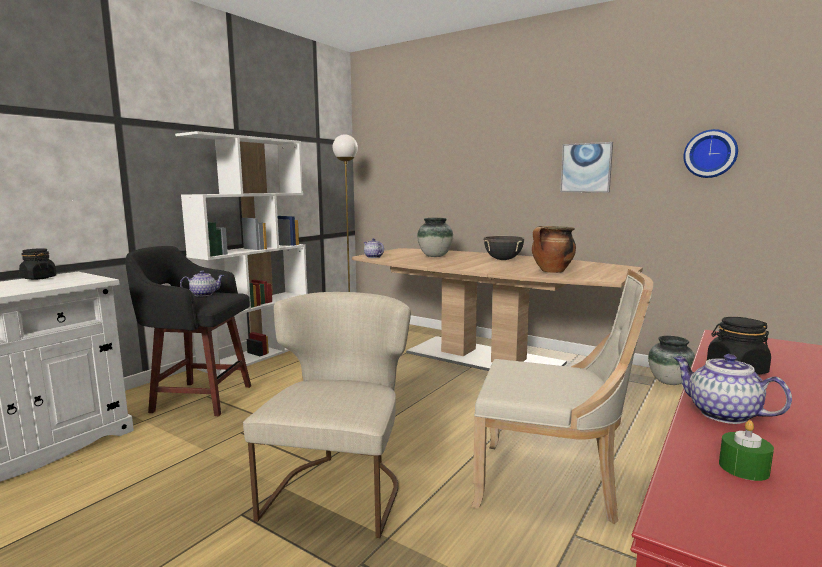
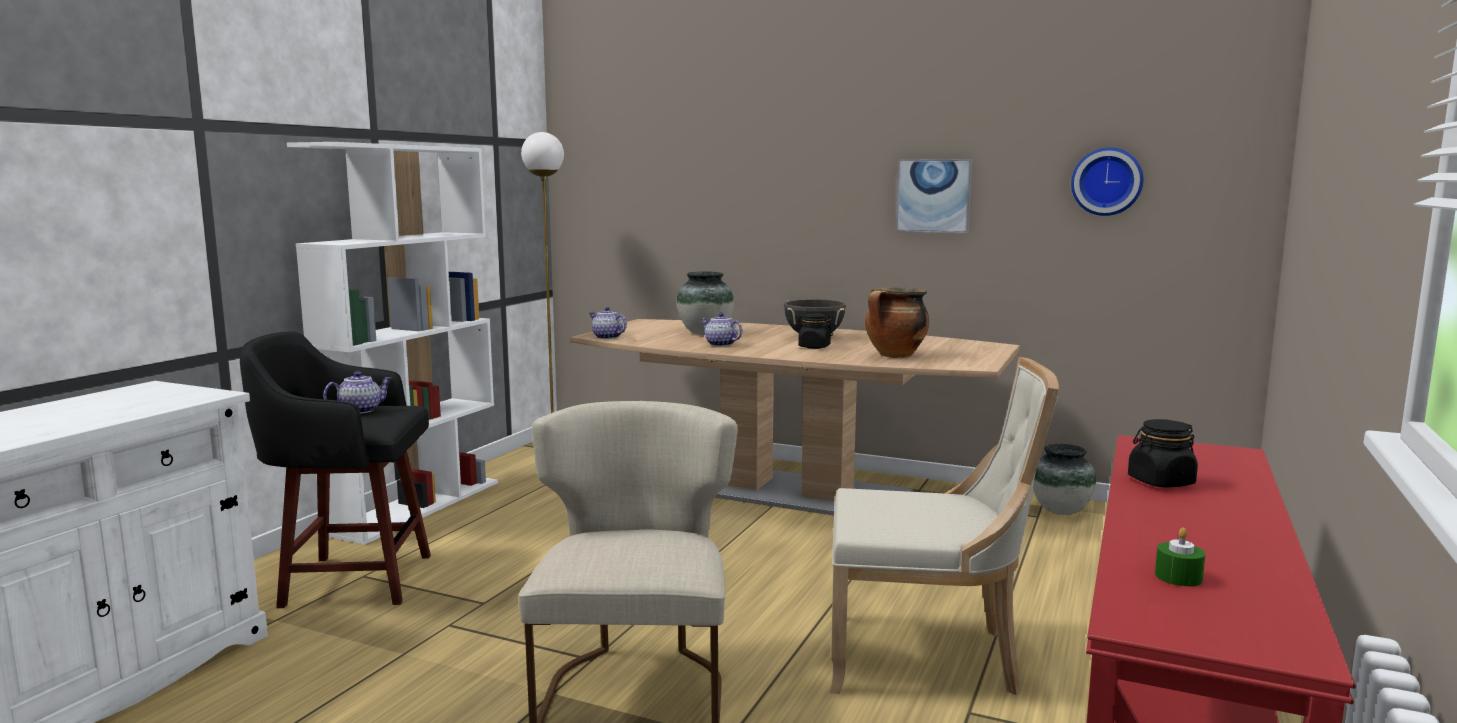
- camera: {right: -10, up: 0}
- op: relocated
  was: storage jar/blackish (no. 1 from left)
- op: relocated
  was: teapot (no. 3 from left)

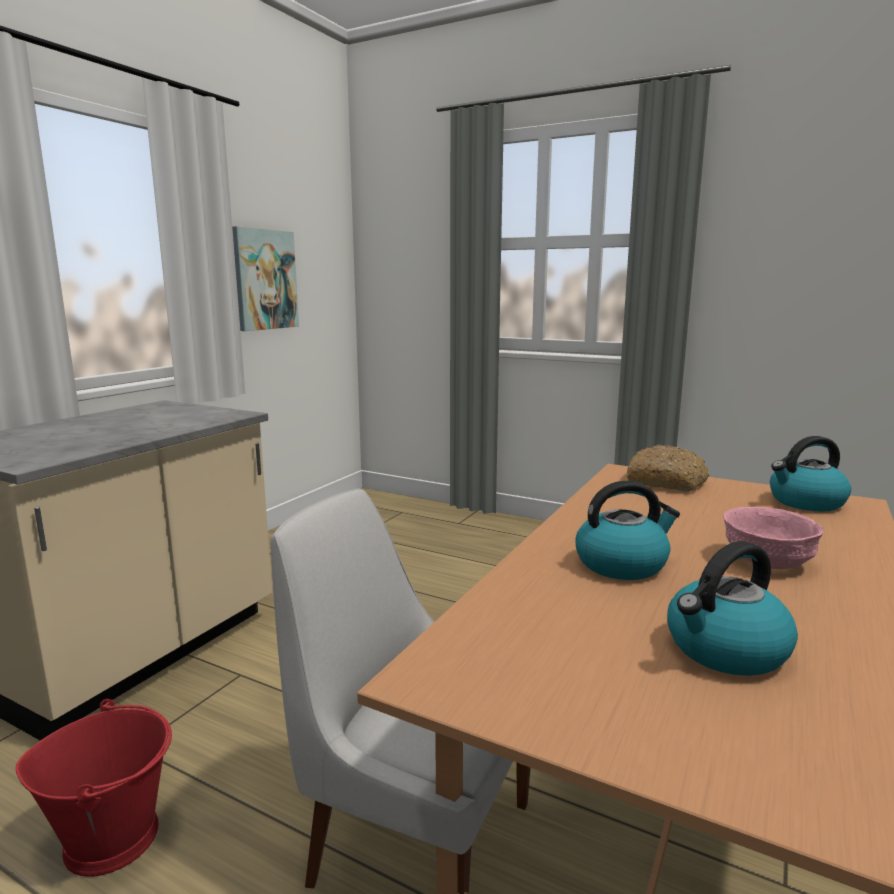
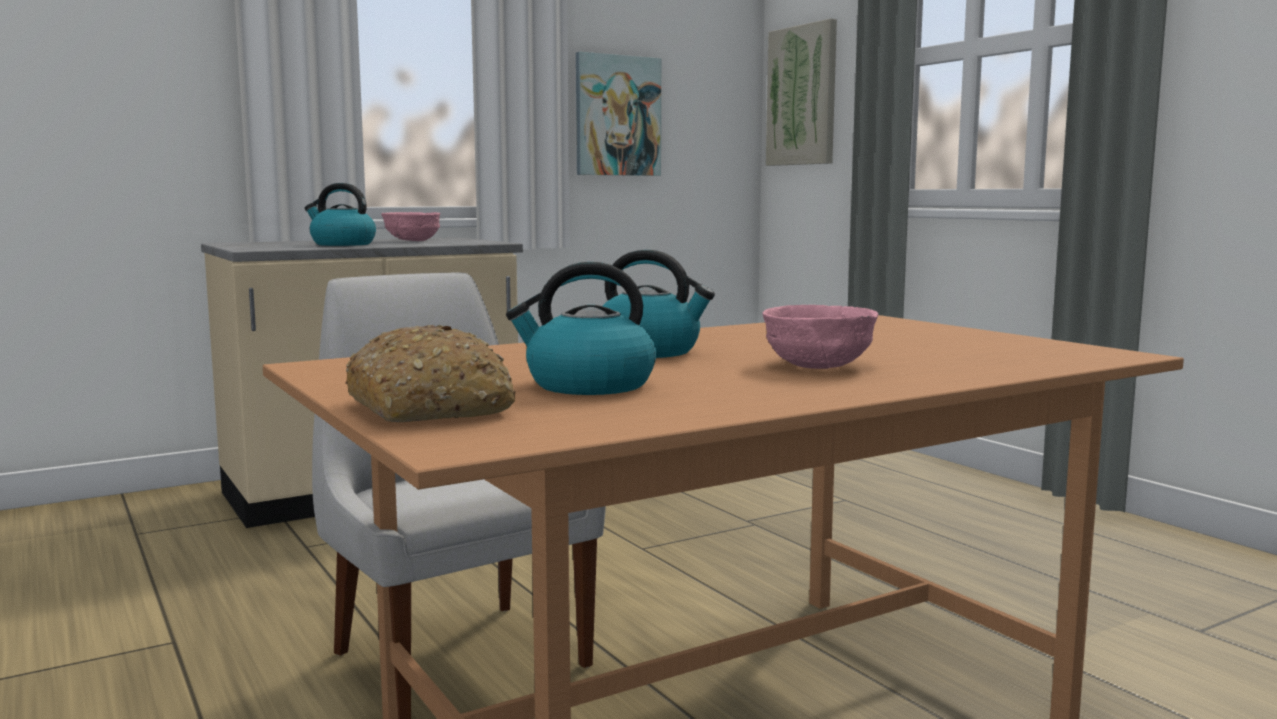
- camera: {right: 30, up: -5}
- op: relocated
  was: tea kettle (no. 3 from left in the first image)
  now: tea kettle (no. 1 from left)
- op: relocated
  was: bread
- op: missing
  was: bucket/reddish
- op: appeared
  now: picture (no. 2 from left)
- op: appeared
  now: bowl/pink (no. 1 from left)

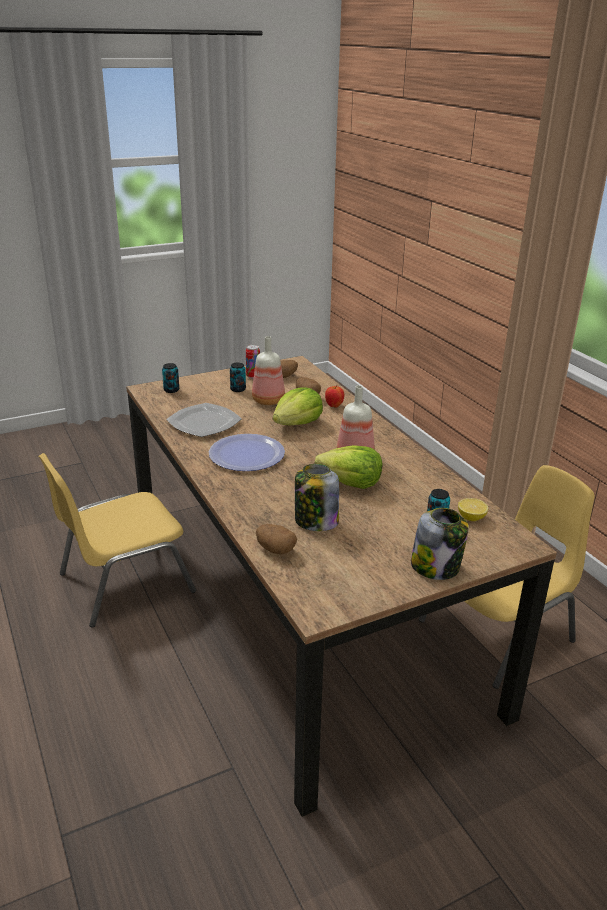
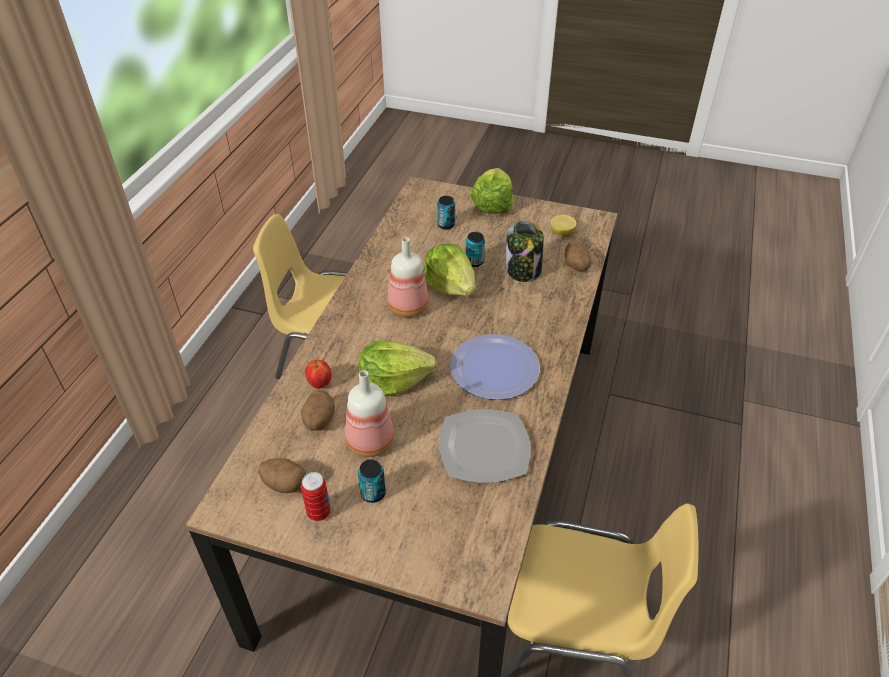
- camera: {right: -135, up: 15}
- op: relocated
  was: can (no. 1 from left in the first image)
  now: can (no. 4 from left)
- op: relocated
  was: lemon
- op: exchanged
  was: storage jar (no. 2 from left)
  now: head of lettuce (no. 3 from left)

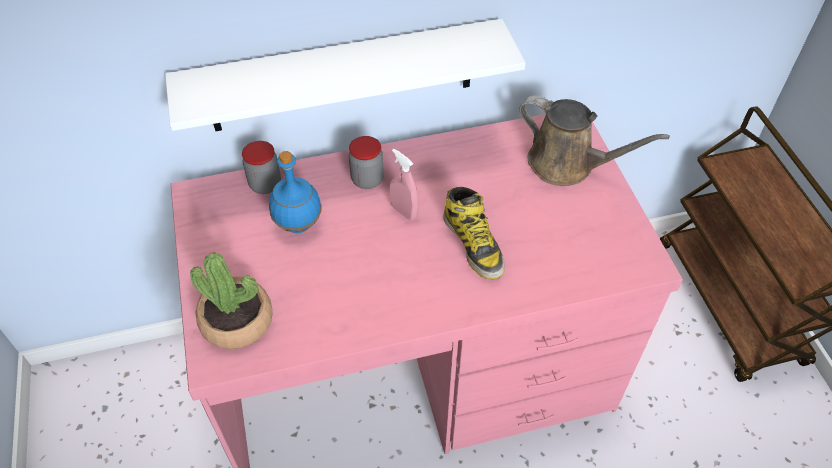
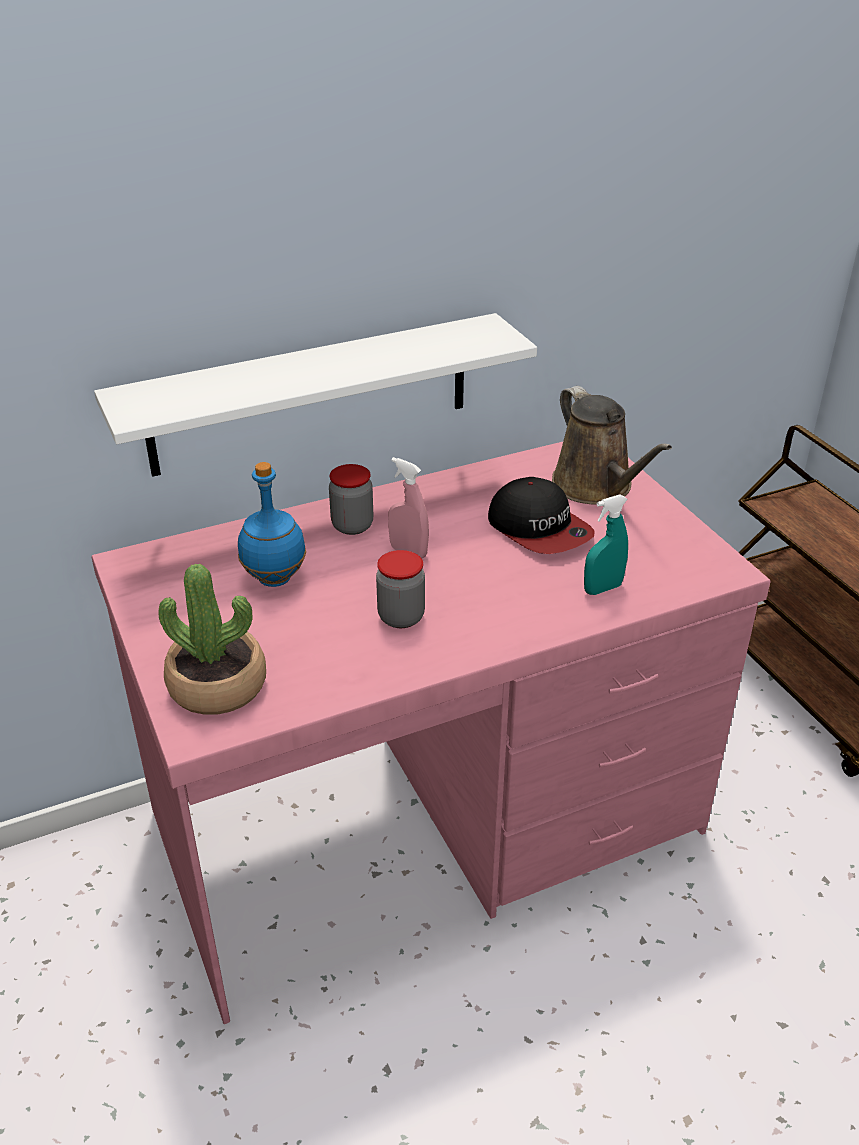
- camera: {right: -10, up: -15}
- op: spun
  was: sprinkling can/brown-coloured
  clockwise: 45
- op: relocated
  was: storage jar (no. 1 from left in the first image)
  now: storage jar (no. 2 from left)
- op: missing
  was: high-top boot
- op: appeared
  now: peaked cap
- op: appeared
  now: hand sprayer/blue-green

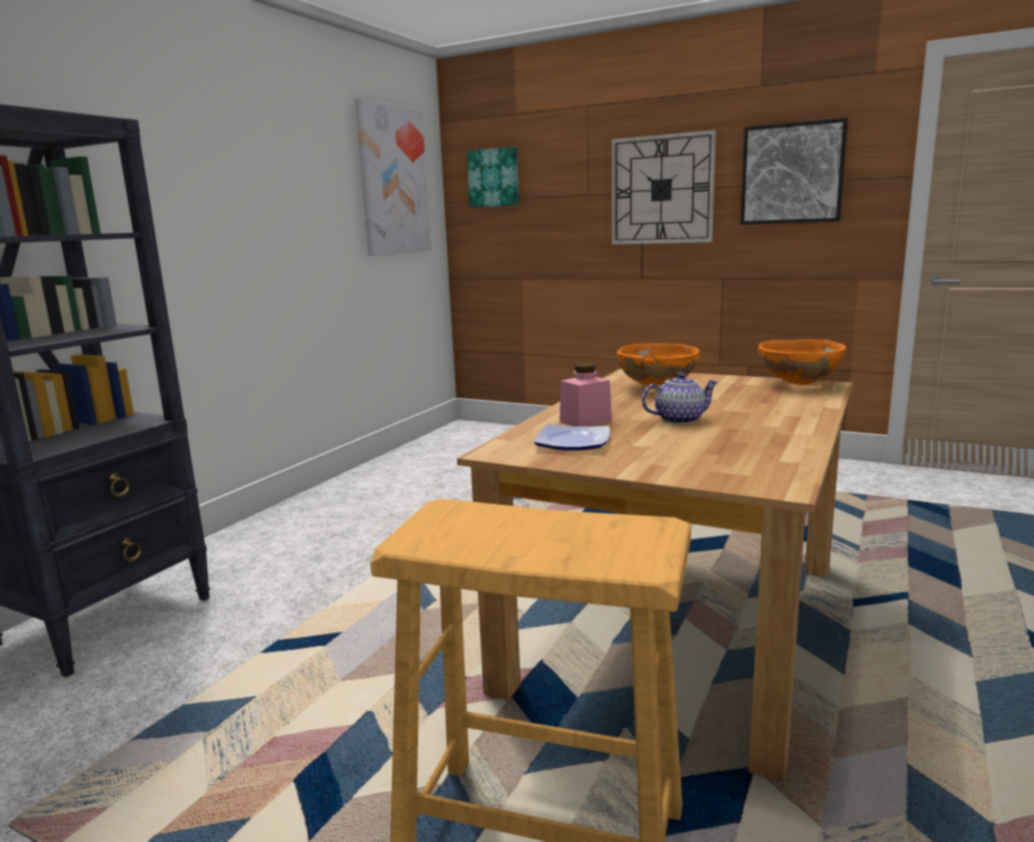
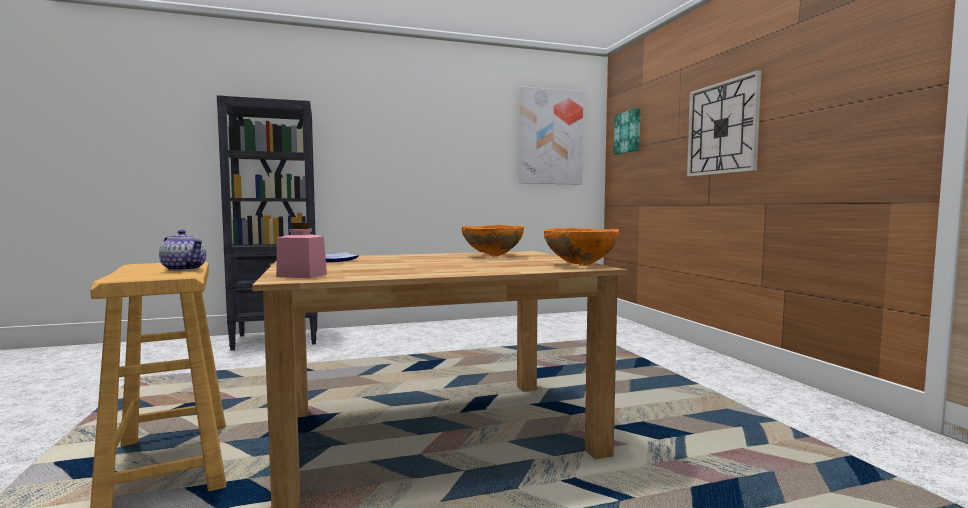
- camera: {right: 45, up: -10}
- op: missing
  was: picture (no. 3 from left)
- op: relocated
  was: storage jar/pink
- op: relocated
  was: teapot

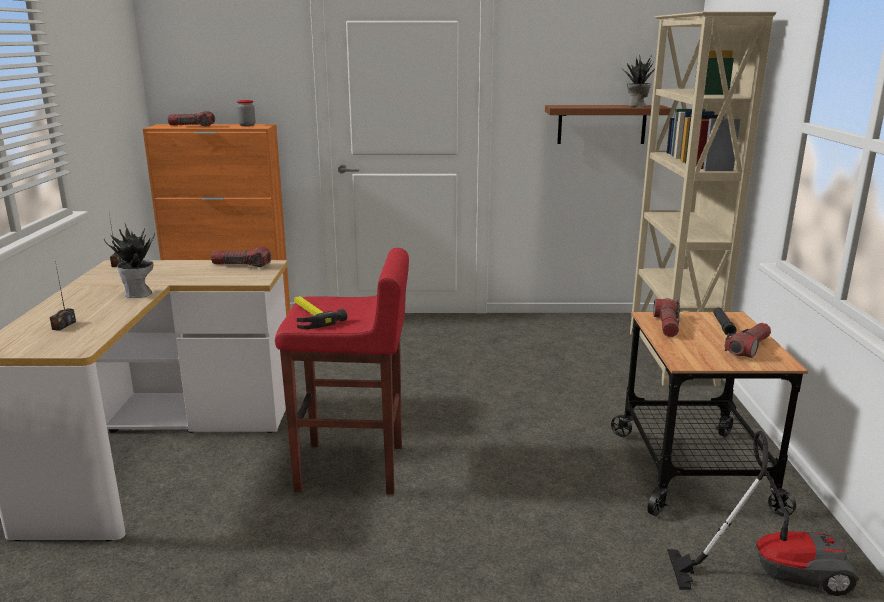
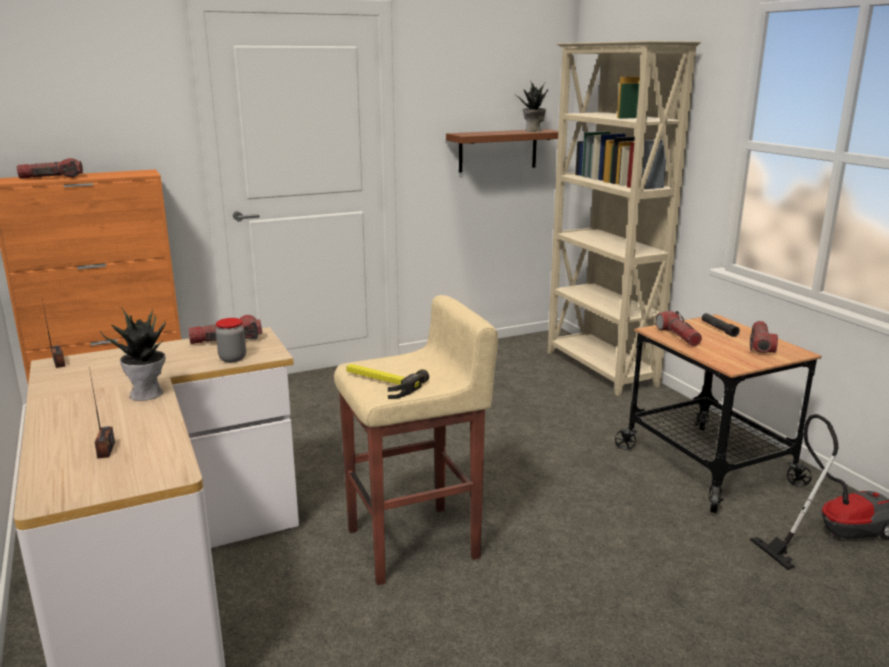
- camera: {right: -25, up: 0}
- op: relocated
  was: storage jar
- op: colour
  was: sitting stool/reddish
  now: sitting stool/beige

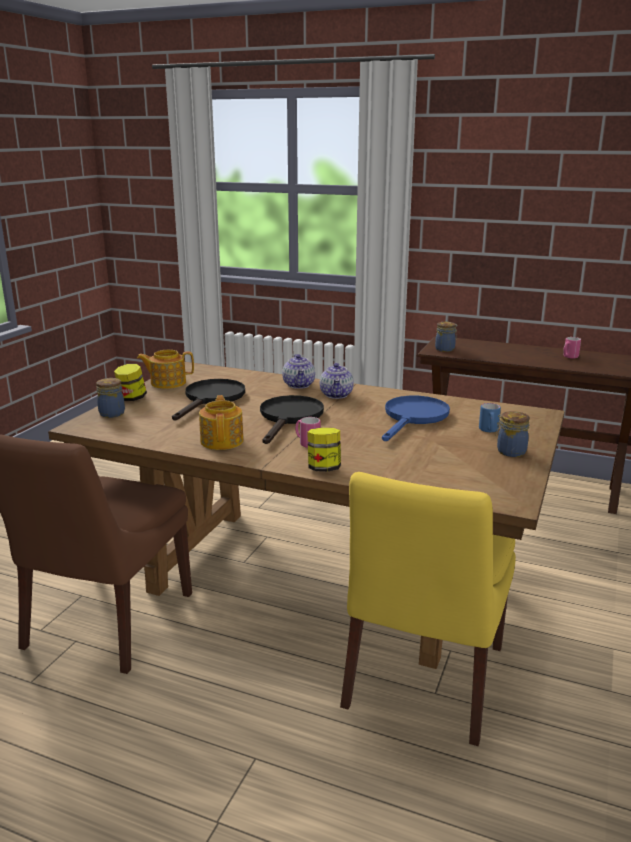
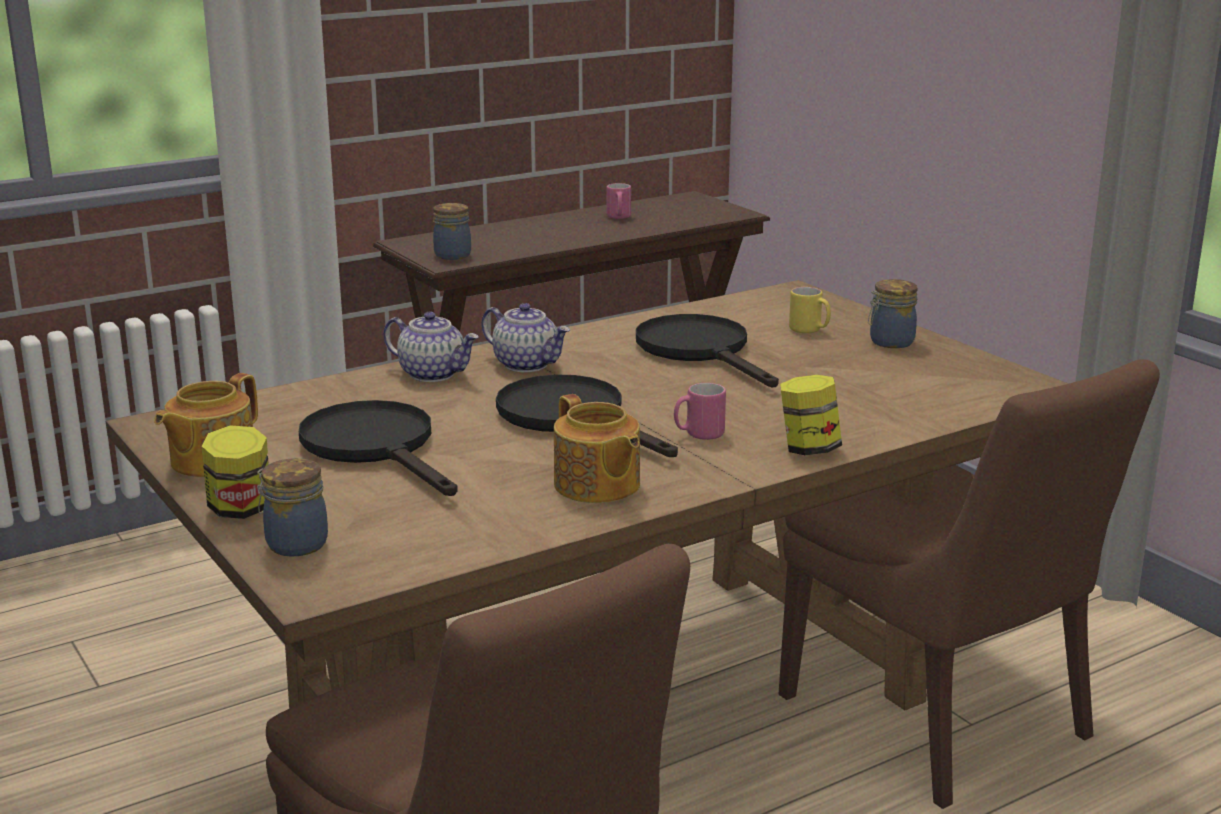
- camera: {right: -55, up: 0}
- op: spun
  was: teapot (no. 2 from left in the first image)
  clockwise: -150
- op: colour
  was: frying pan/bluish
  now: frying pan/blackish (no. 3 from left)
- op: colour
  was: mug/bluish
  now: mug/yellow
- op: colour
  was: chair/yellow
  now: chair/brown-coloured (no. 2 from left)

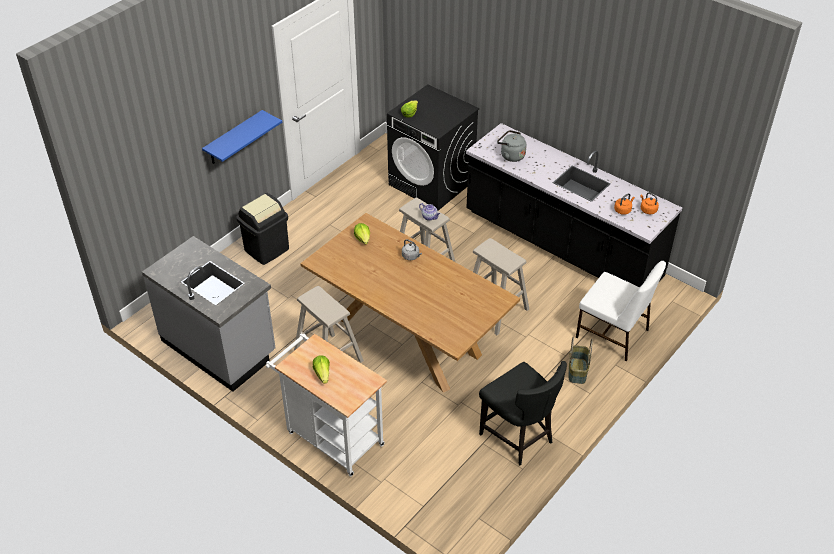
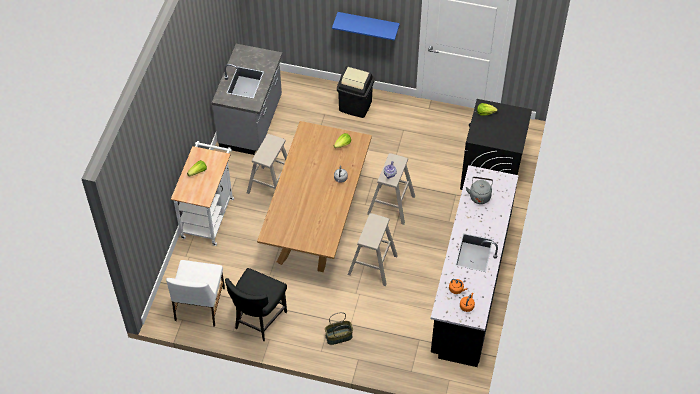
- camera: {right: 65, up: 10}
- op: relocated
  was: chair/white-coloured

